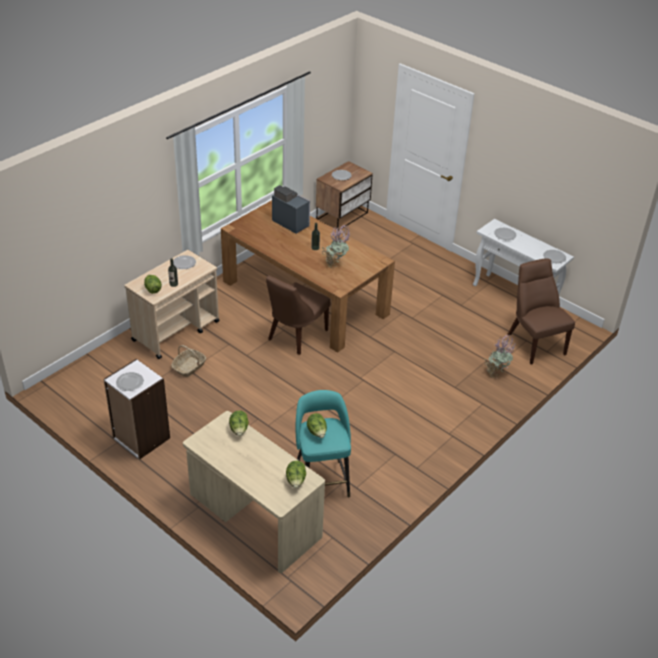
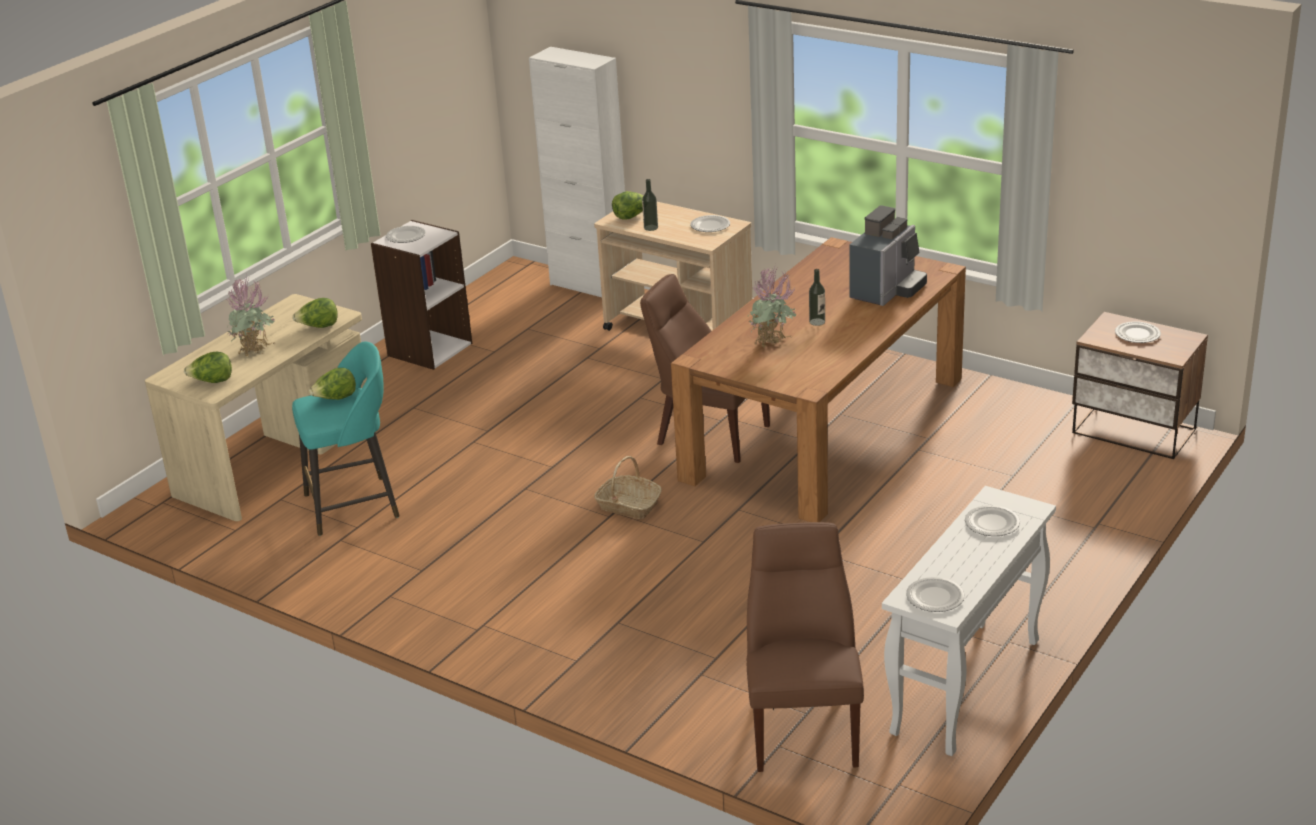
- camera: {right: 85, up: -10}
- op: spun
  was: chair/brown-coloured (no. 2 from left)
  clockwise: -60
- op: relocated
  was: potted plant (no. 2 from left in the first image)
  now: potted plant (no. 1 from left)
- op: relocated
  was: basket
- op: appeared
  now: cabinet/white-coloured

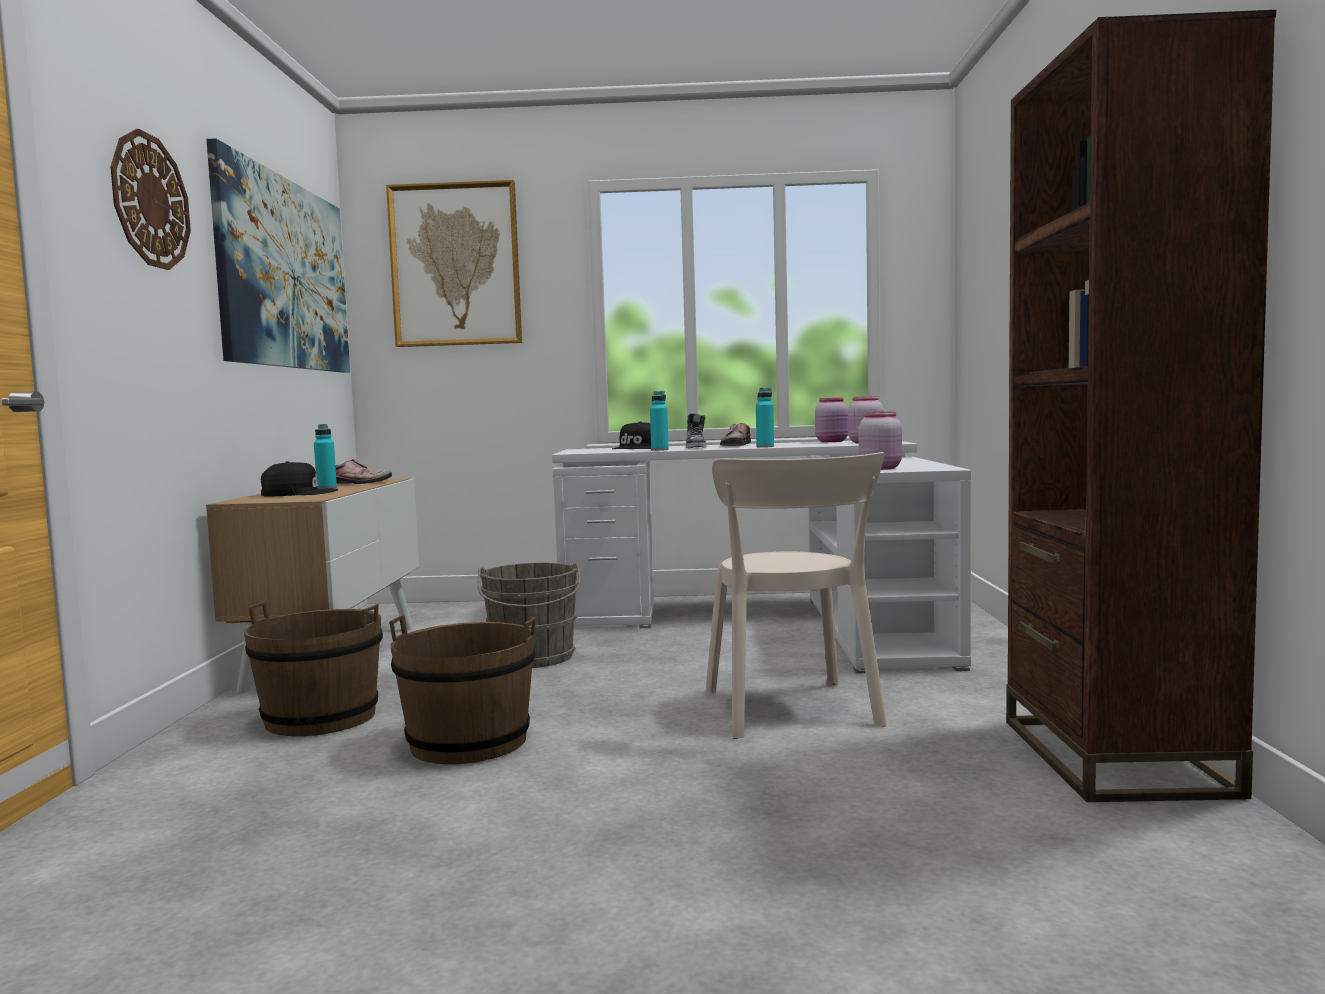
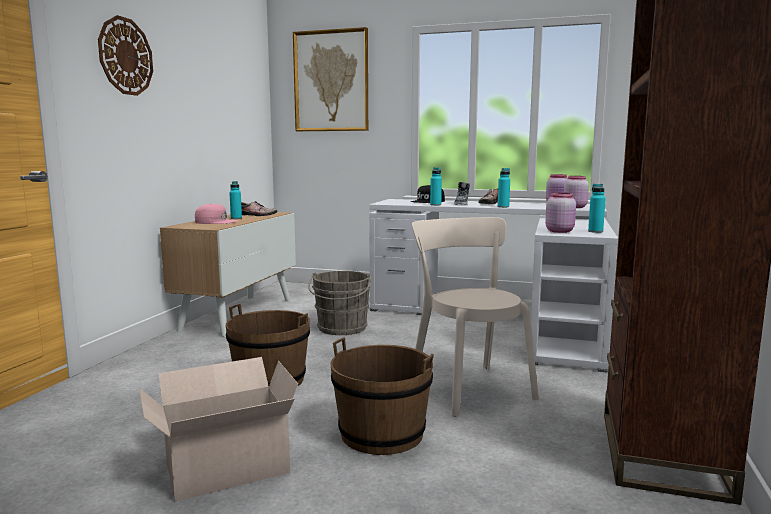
- camera: {right: 15, up: 5}
- op: missing
  was: picture (no. 1 from left)
- op: spun
  was: chair/beige
  clockwise: 150
- op: colour
  was: peaked cap/blackish (no. 1 from left)
  now: peaked cap/pink
- op: relocated
  was: bucket/brown-coloured (no. 1 from left in the first image)
  now: bucket/brown-coloured (no. 2 from left)
- op: appeared
  now: beverage bottle/blue-green (no. 4 from left)
- op: appeared
  now: packing box

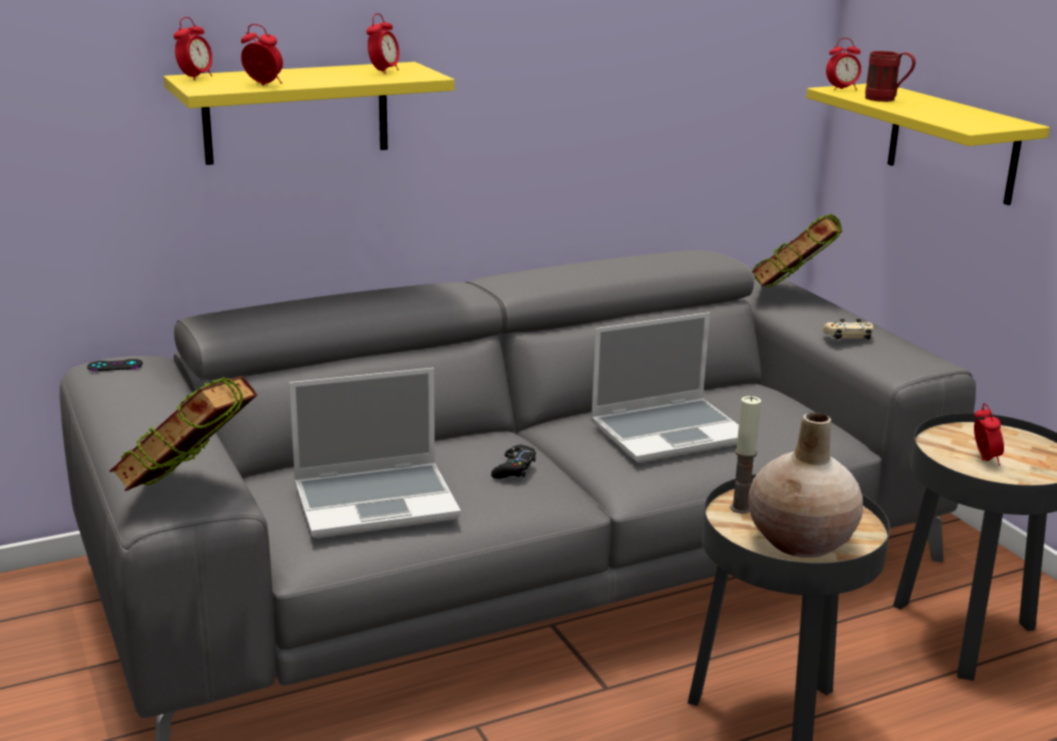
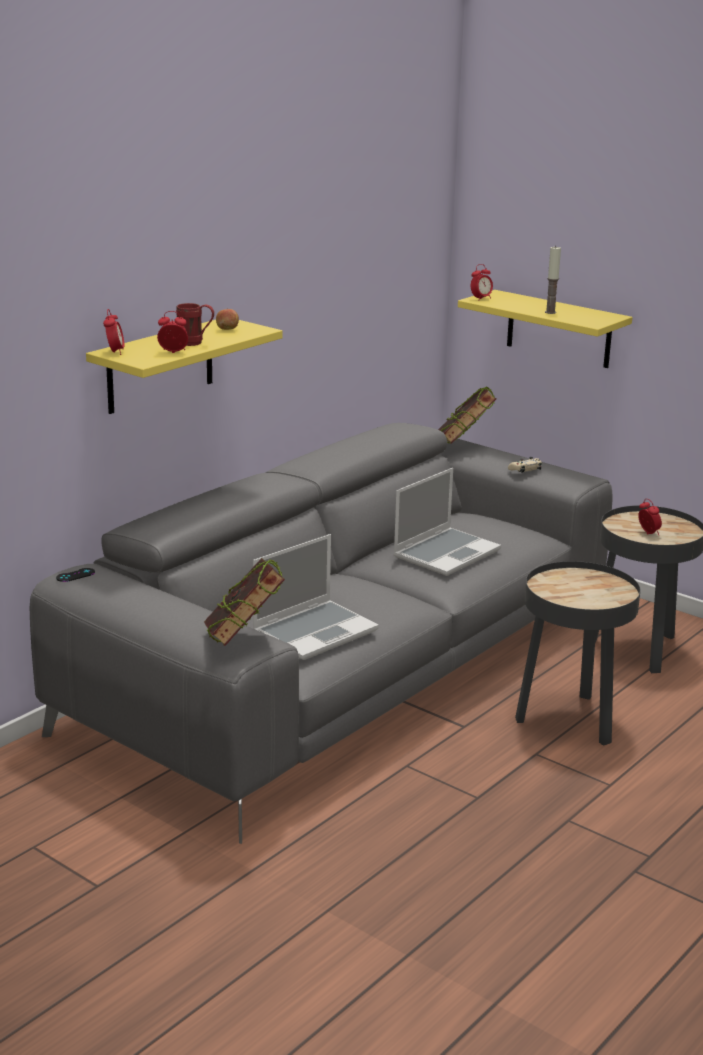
- camera: {right: -25, up: 0}
- op: exchanged
  was: bedside clock (no. 3 from left)
  now: apple fruit
- op: relocated
  was: mug/reddish
- op: relocated
  was: wax candle
- op: missing
  was: vase/beige
- op: missing
  was: gamepad/blackish (no. 2 from left)

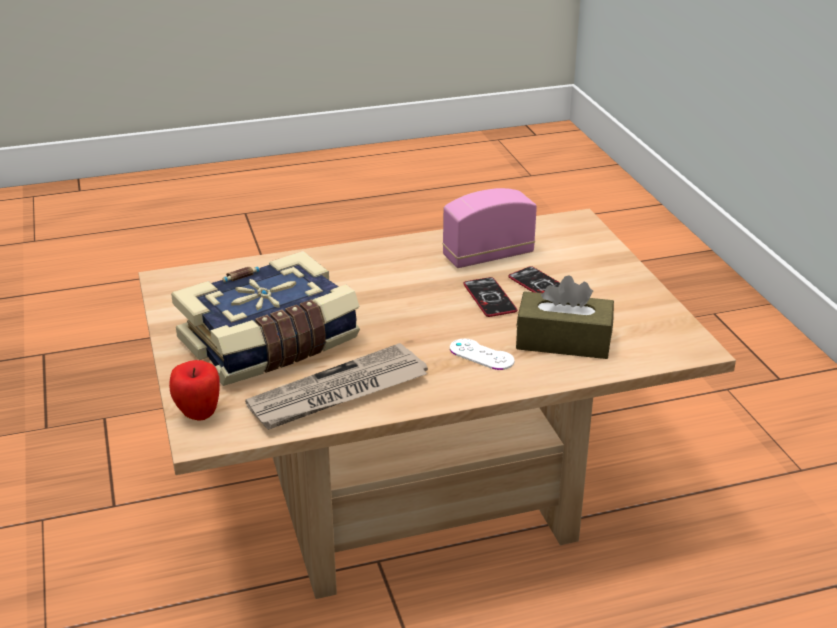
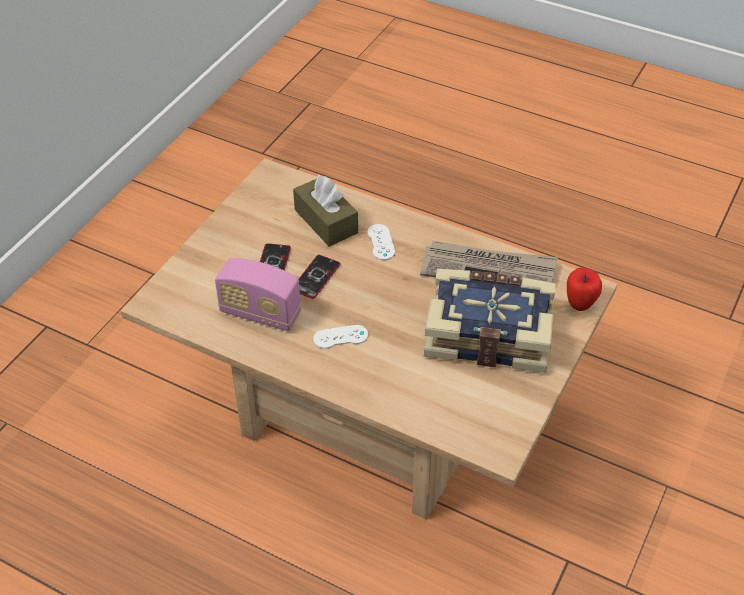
- camera: {right: -135, up: 15}
- op: appeared
  now: gamepad/white-coloured (no. 1 from left)

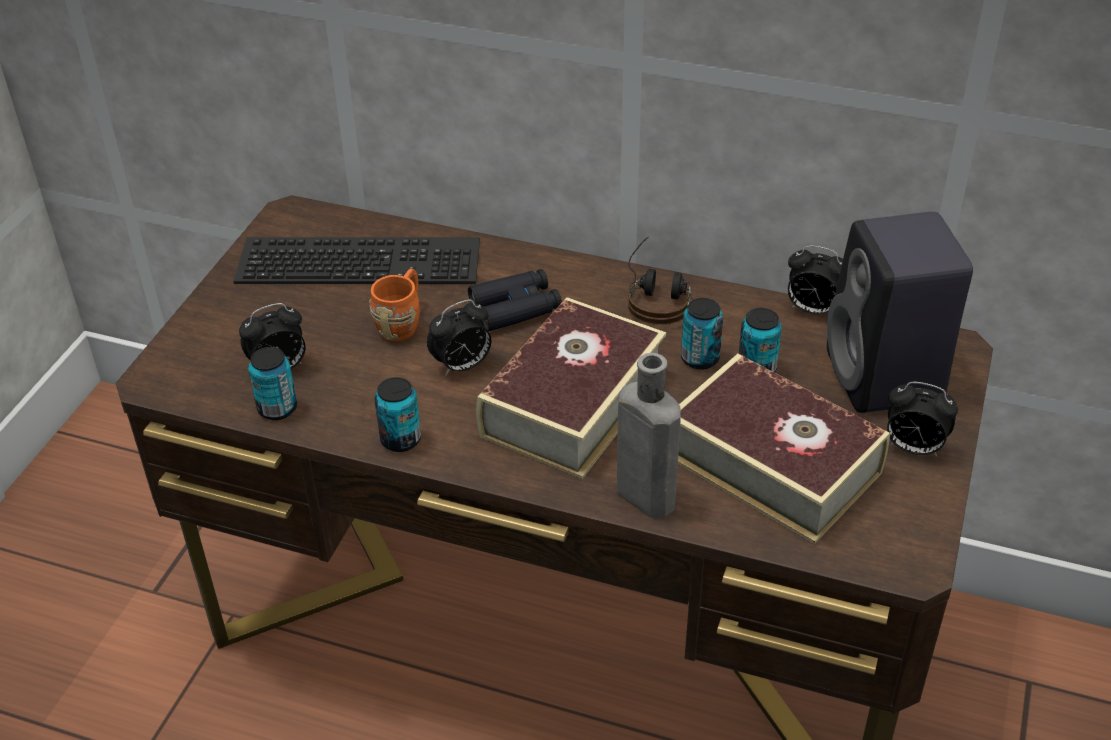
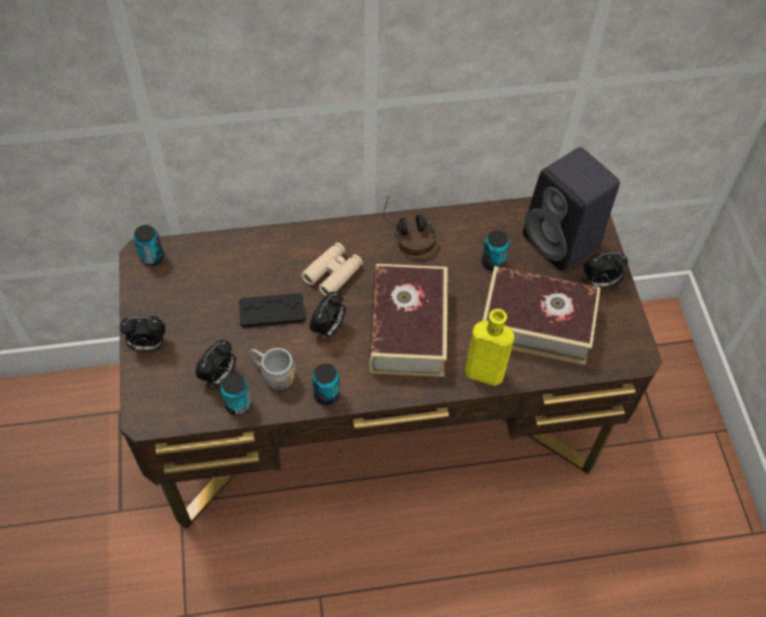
- camera: {right: -30, up: 15}
- op: missing
  was: keyboard
- op: relocated
  was: bedside clock (no. 3 from left in the first image)
  now: bedside clock (no. 1 from left)
- op: exchanged
  was: mug/orangey
  now: gamepad/blackish
- op: colour
  was: pair of binoculars/blackish
  now: pair of binoculars/beige
- op: relocated
  was: can (no. 3 from left in the first image)
  now: can (no. 1 from left)
- op: colour
  was: beverage bottle/grey
  now: beverage bottle/yellow
- op: appeared
  now: mug/grey

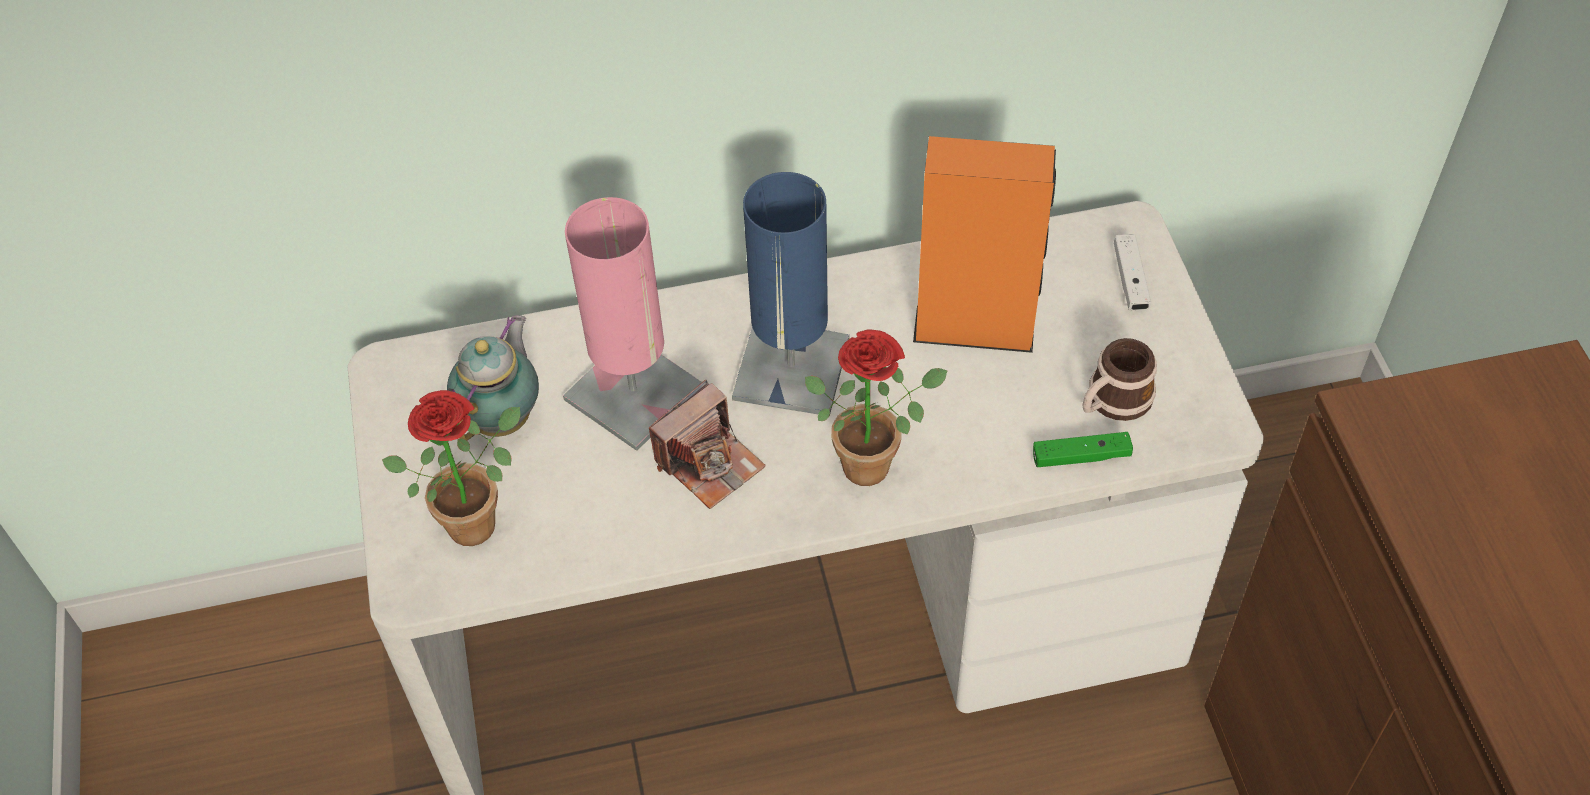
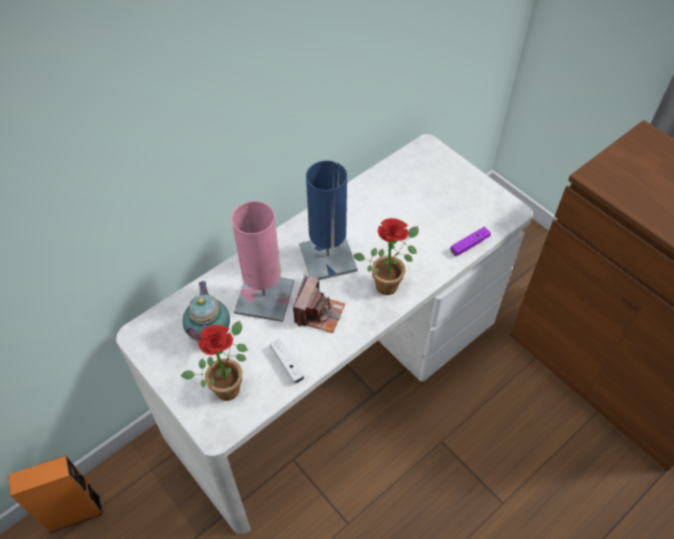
- camera: {right: -30, up: 0}
- op: relocated
  was: audio speaker/orangey
- op: relocated
  was: gamepad/white-coloured
- op: missing
  was: mug
- op: colour
  was: gamepad/greenish
  now: gamepad/purplish

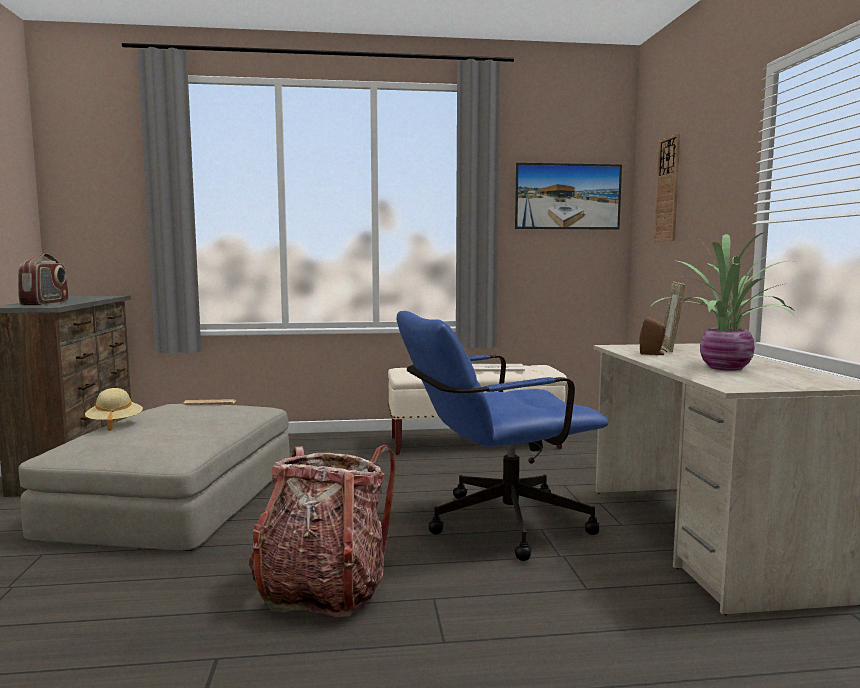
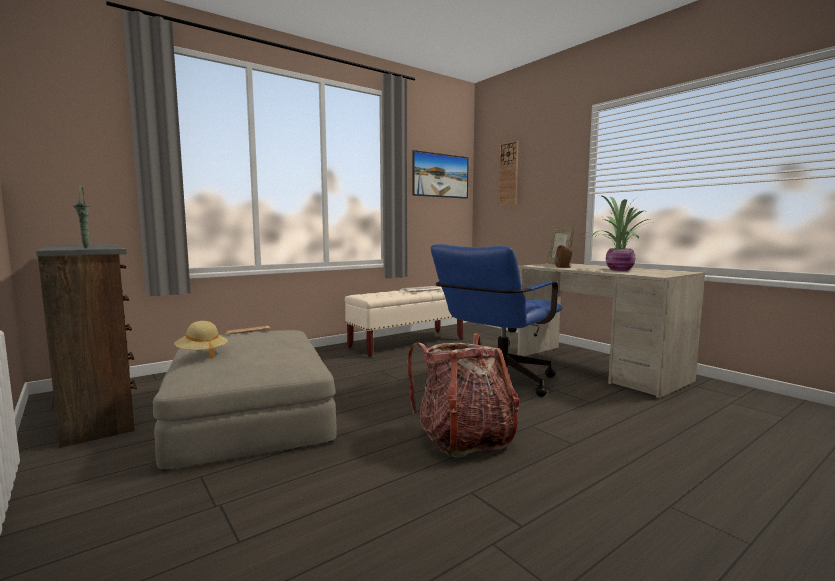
- camera: {right: -30, up: 0}
- op: exchanged
  was: radio receiver
  now: vase/greenish

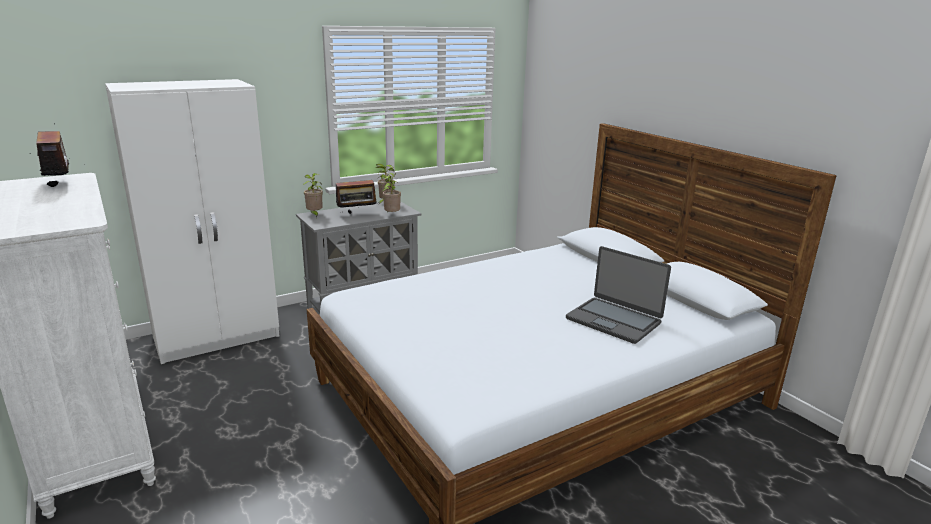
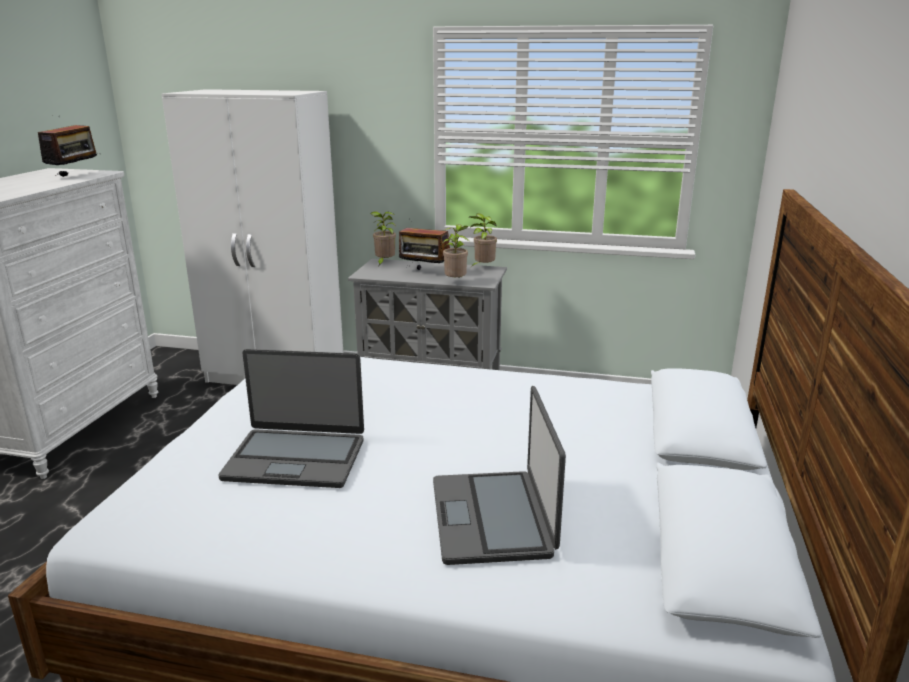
- camera: {right: 45, up: 0}
- op: appeared
  now: portable computer (no. 1 from left)

